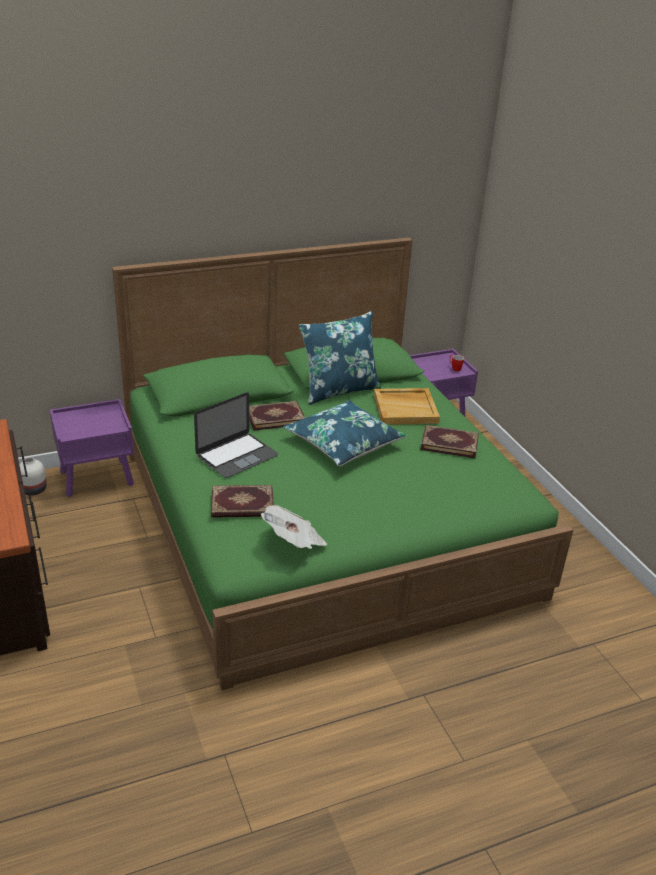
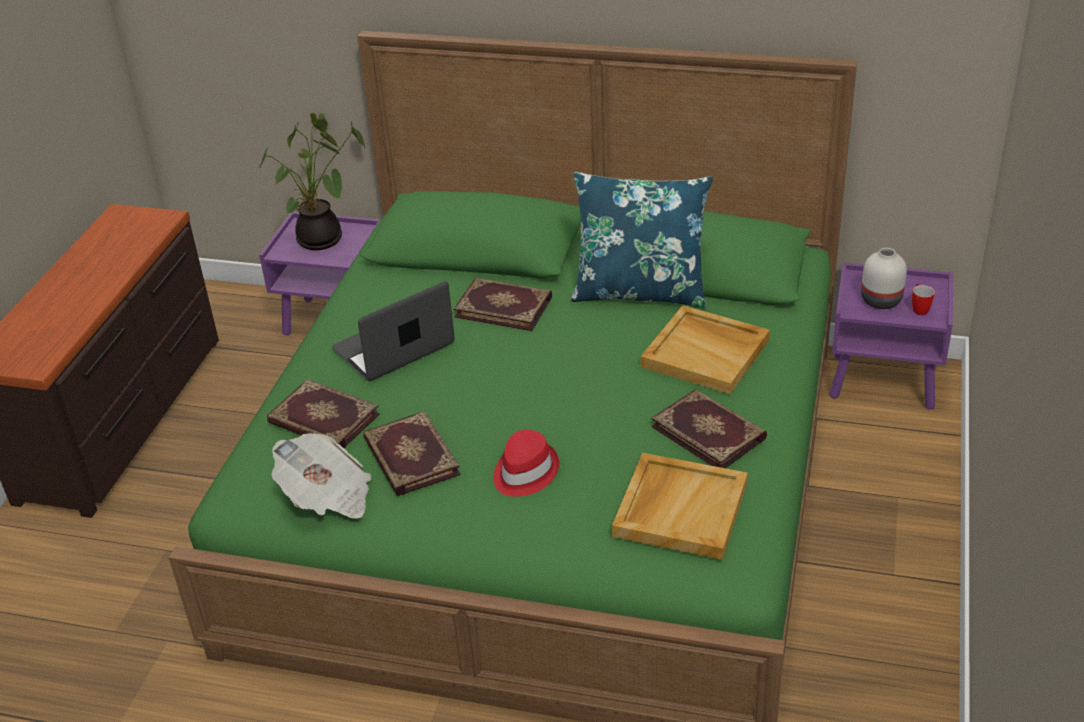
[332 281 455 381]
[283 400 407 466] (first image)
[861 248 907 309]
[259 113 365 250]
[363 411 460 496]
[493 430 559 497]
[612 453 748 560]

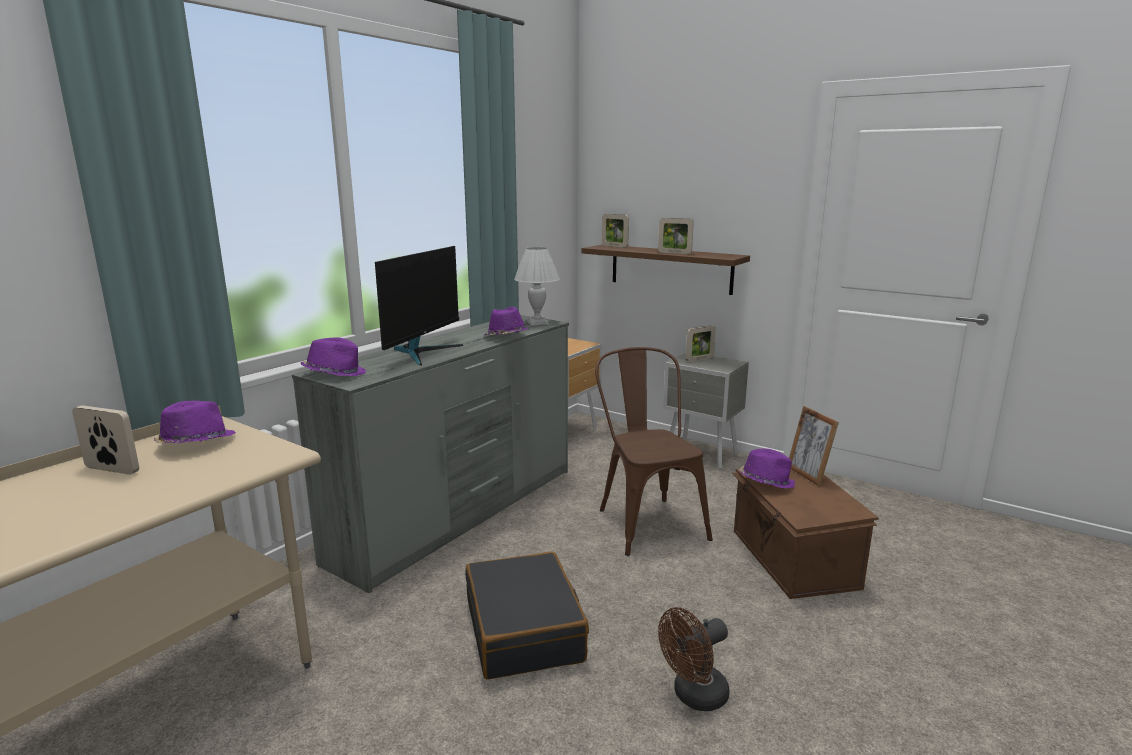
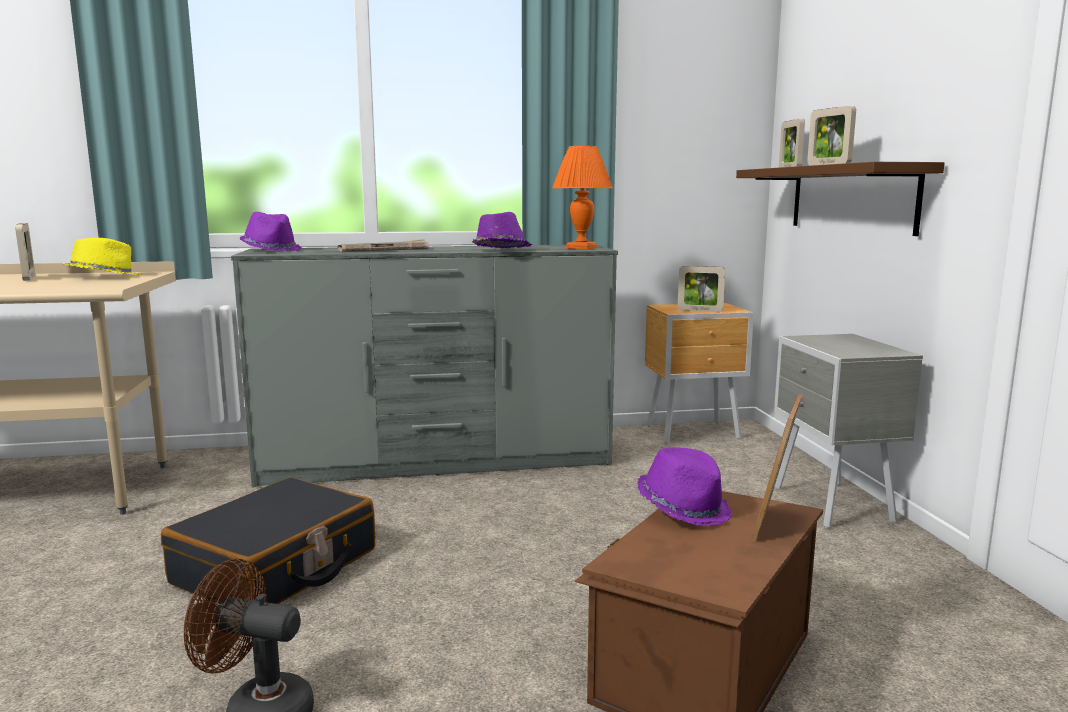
[338 239 429 252]
[552 146 613 249]
[678 266 725 312]
[595 347 713 556] (first image)
[63 238 141 275]

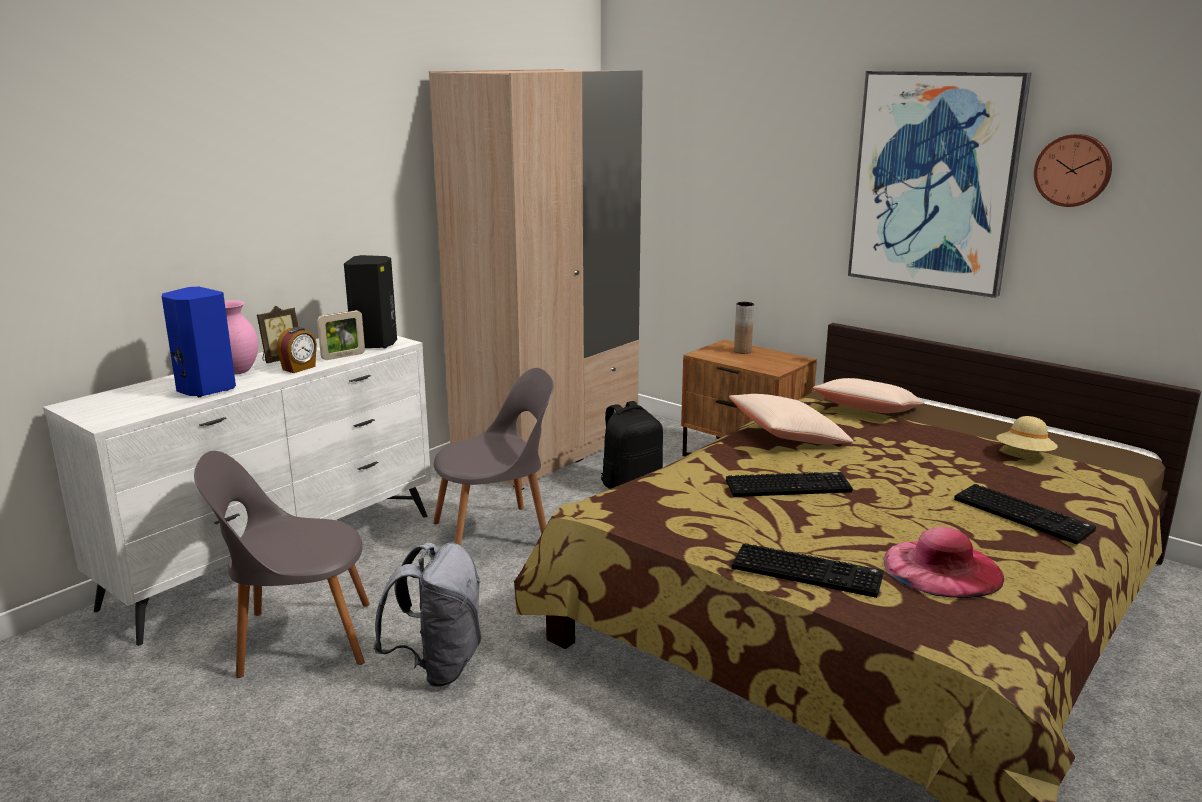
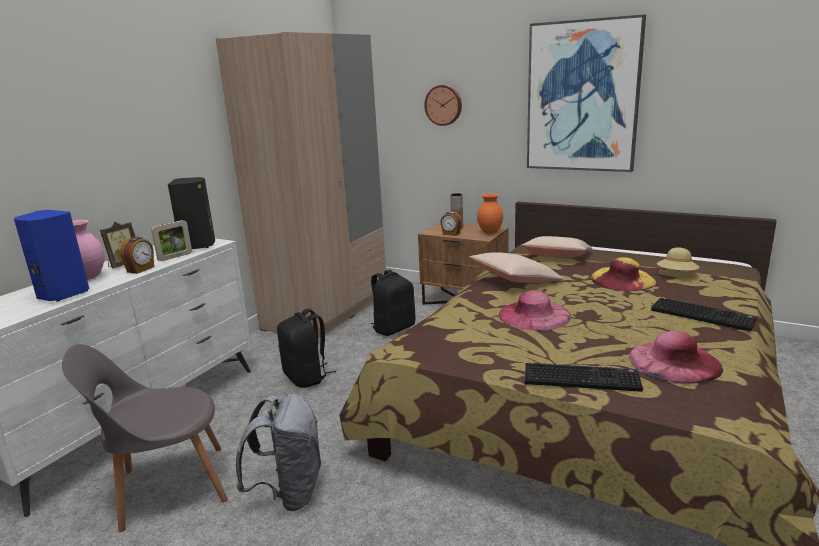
[424 85 462 126]
[277 309 336 388]
[499 290 571 330]
[477 193 503 234]
[440 211 462 236]
[591 257 656 291]

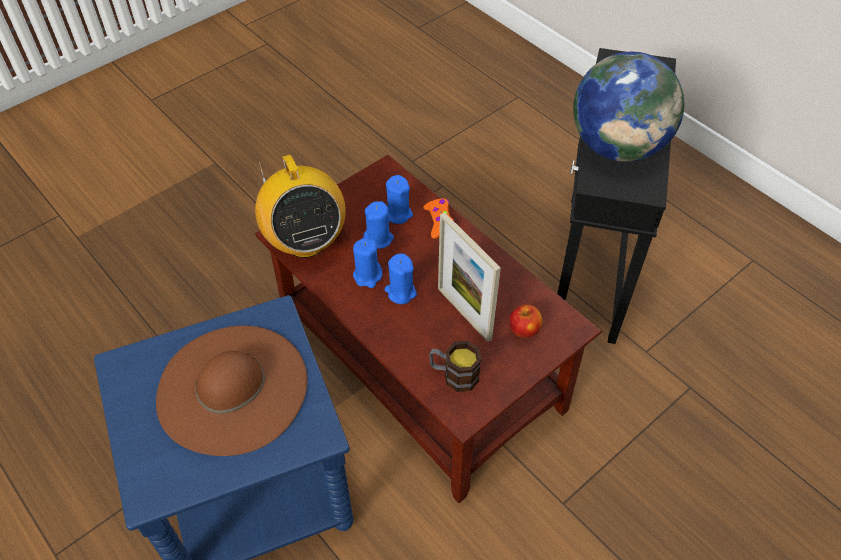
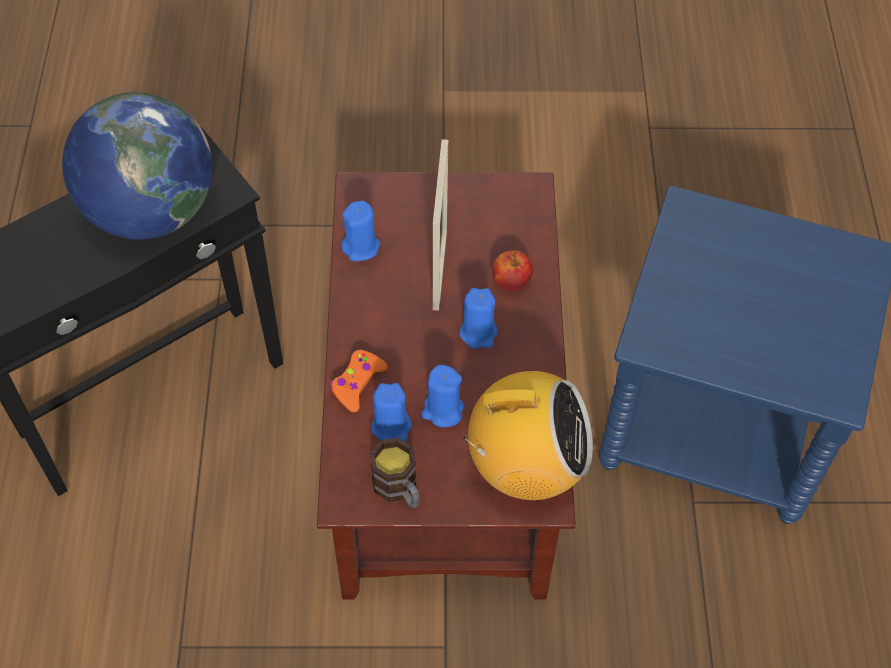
[463 371 593 500]
[341 200 380 261]
[492 250 533 291]
[156 326 307 456] (first image)
[370 438 419 508]

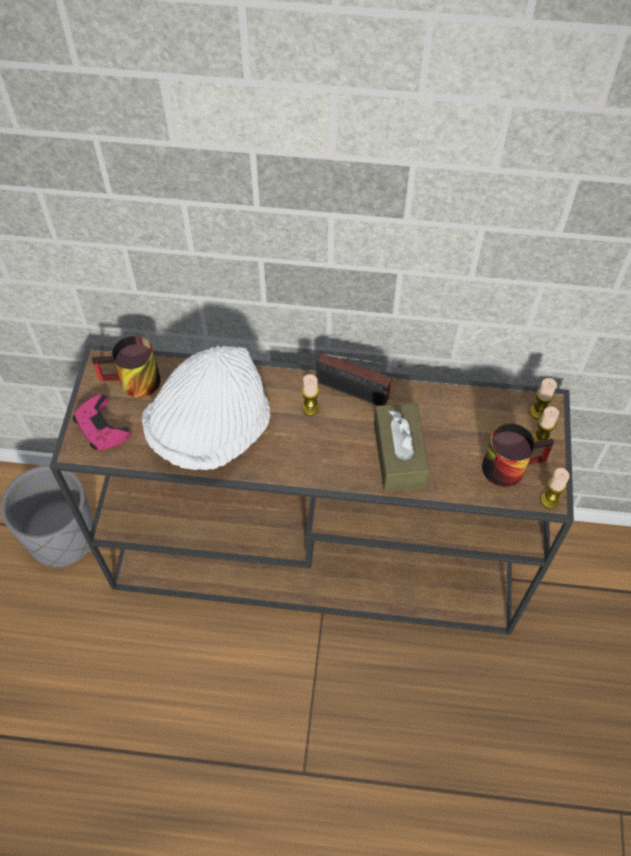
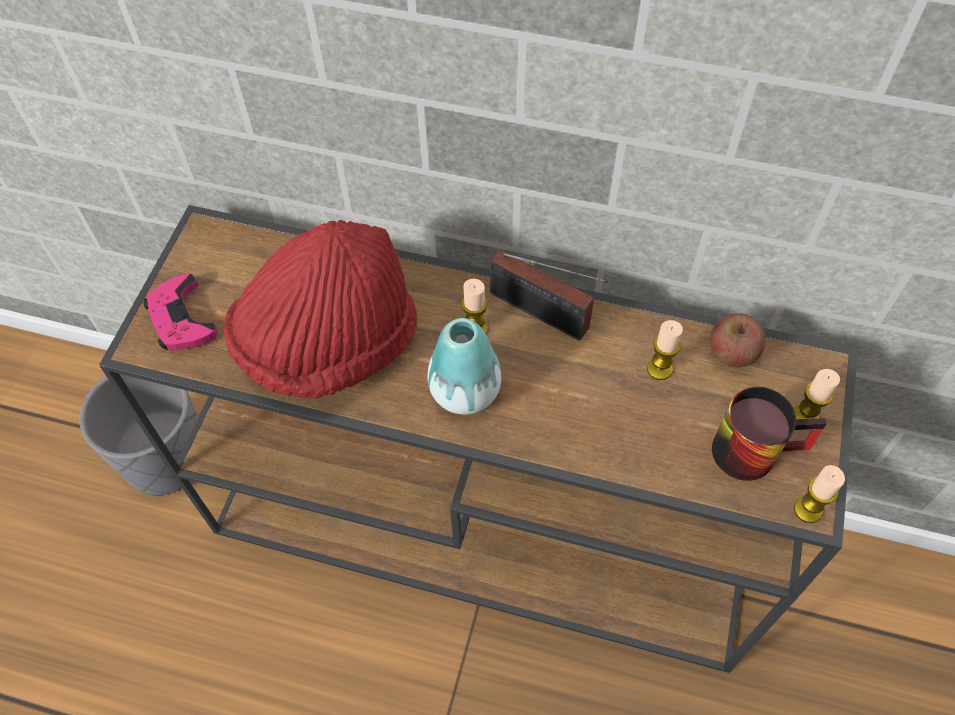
[92 336 161 398] (first image)
[224 220 417 399]
[647 320 683 380]
[374 403 430 492] (first image)
[710 313 766 367]
[427 318 501 415]

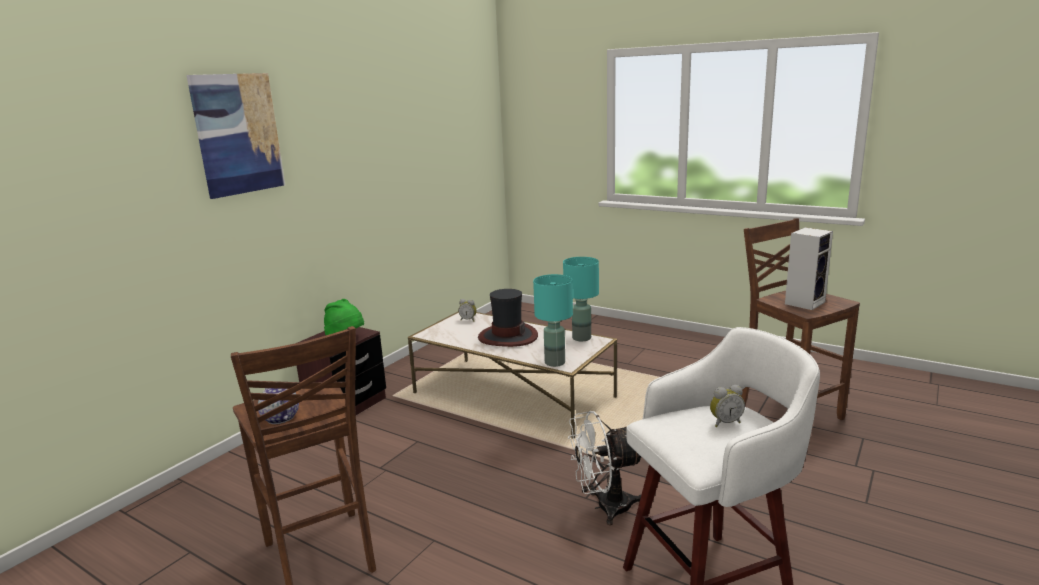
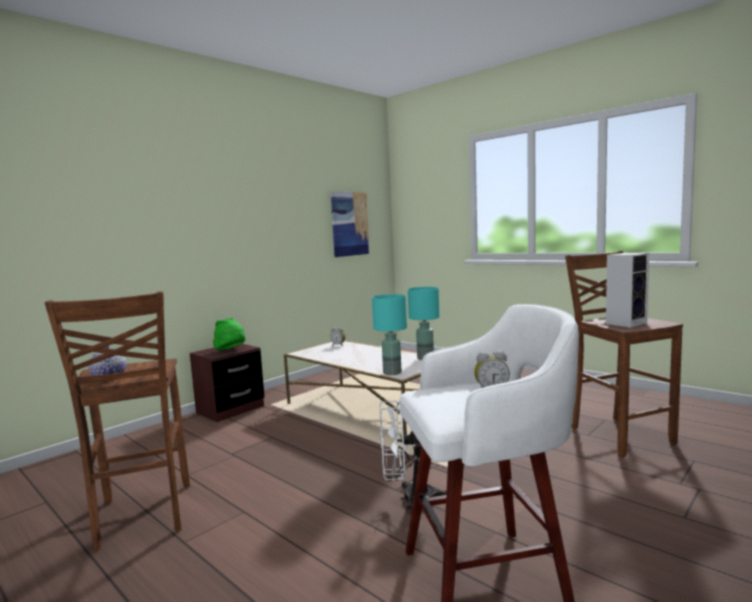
[331 192 370 257]
[478 289 538 347] (first image)

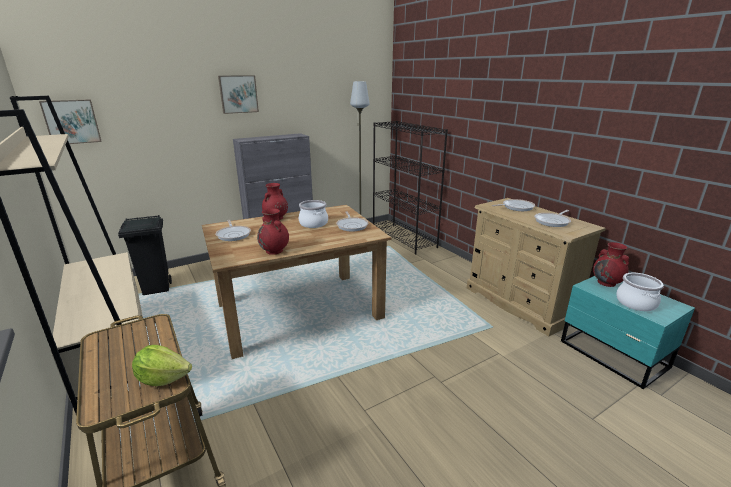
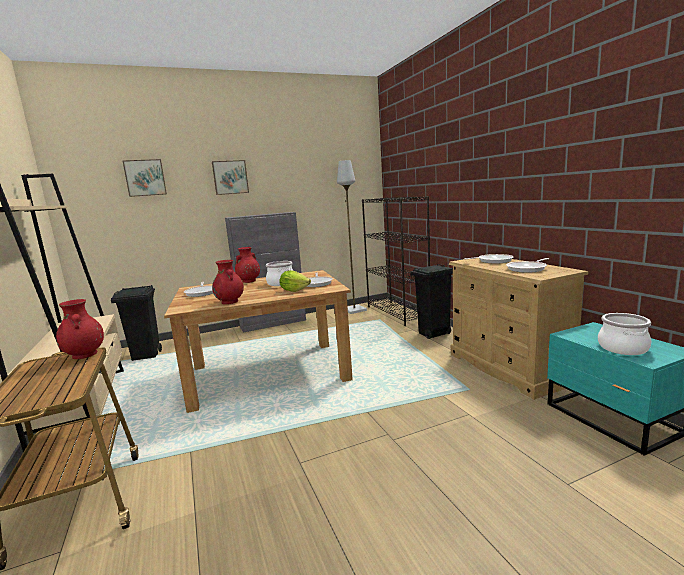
[123 159 167 197]
[56 299 104 359]
[280 270 311 292]
[410 264 453 339]

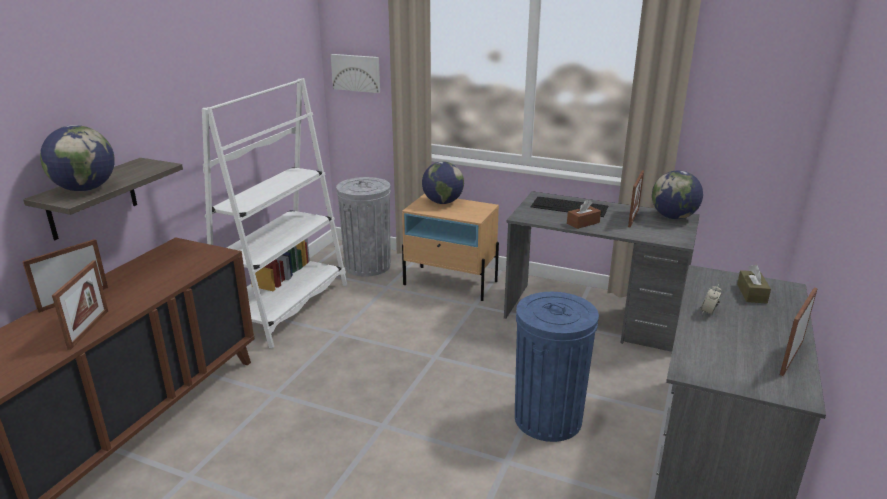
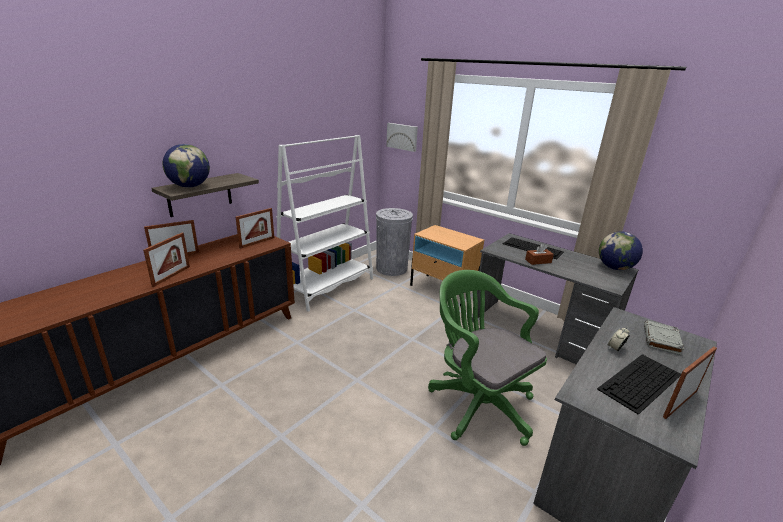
[422 161 464 204] (first image)
[236 208 274 249]
[644 320 684 355]
[428 270 547 446]
[597 354 681 415]

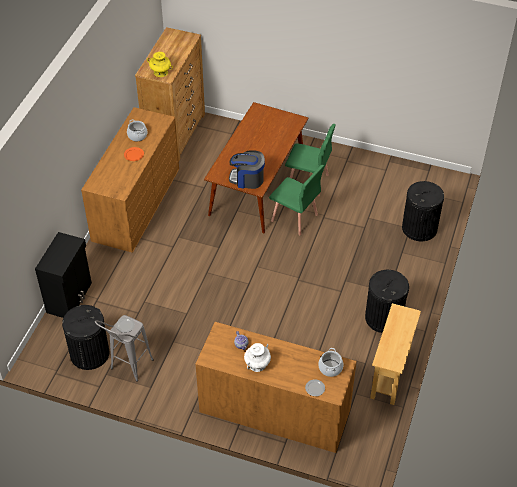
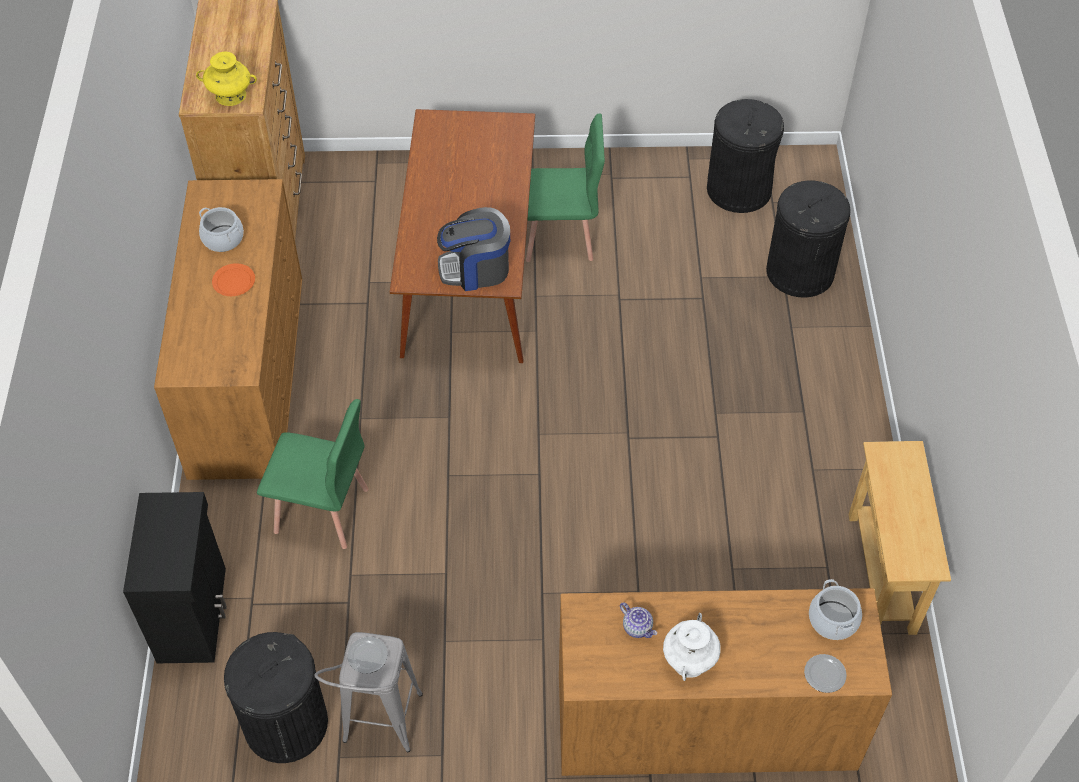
[257 399 369 549]
[707 99 784 213]

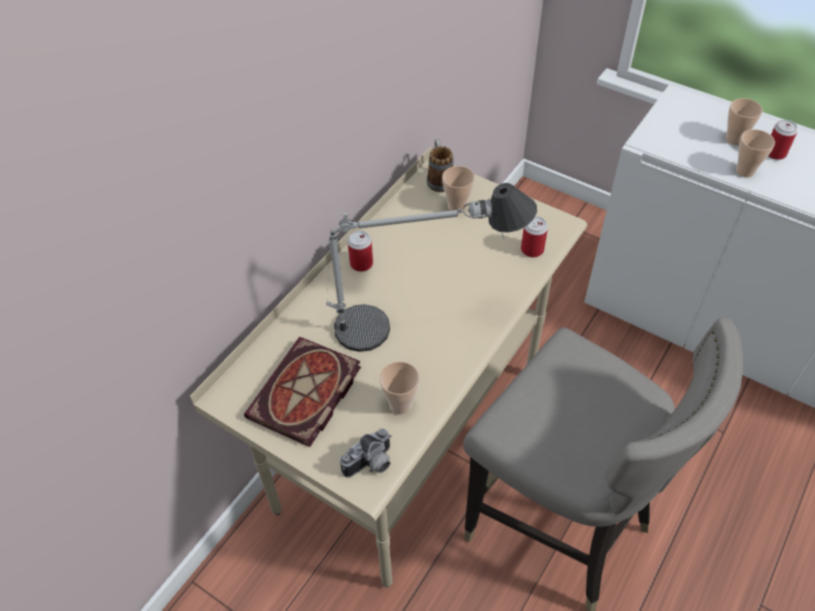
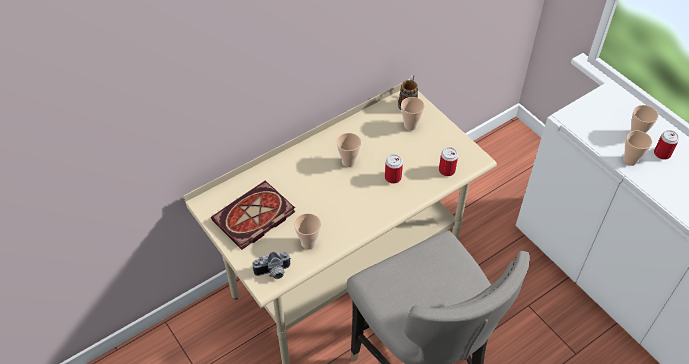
[326 183 537 352] (first image)
[385 154 403 184]
[337 133 361 167]

